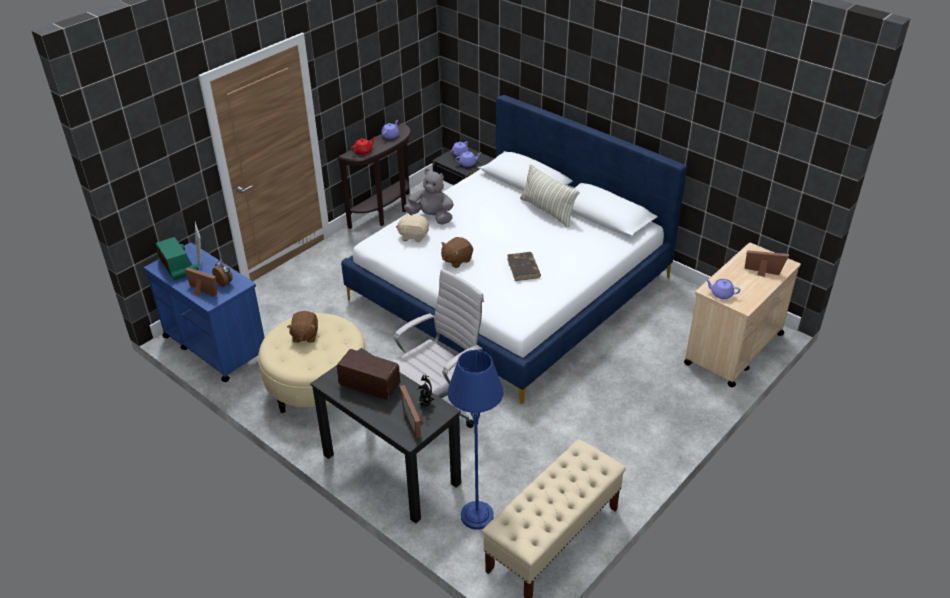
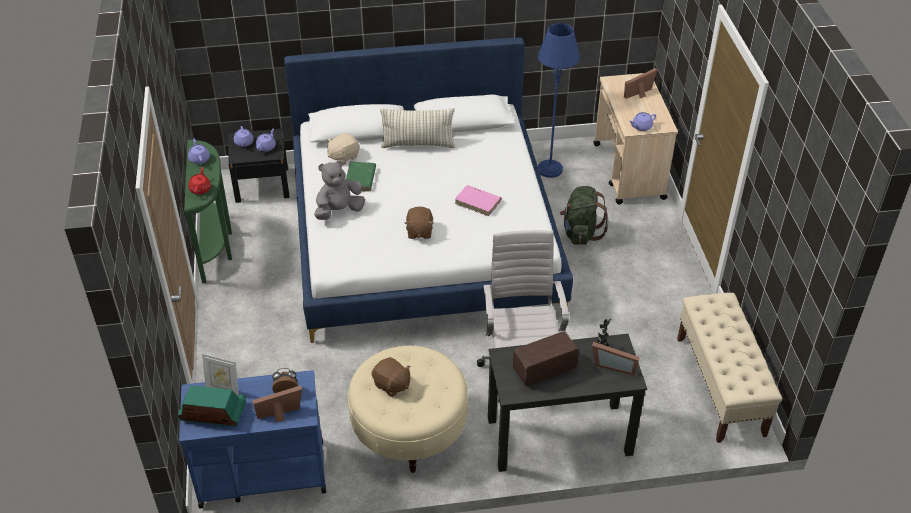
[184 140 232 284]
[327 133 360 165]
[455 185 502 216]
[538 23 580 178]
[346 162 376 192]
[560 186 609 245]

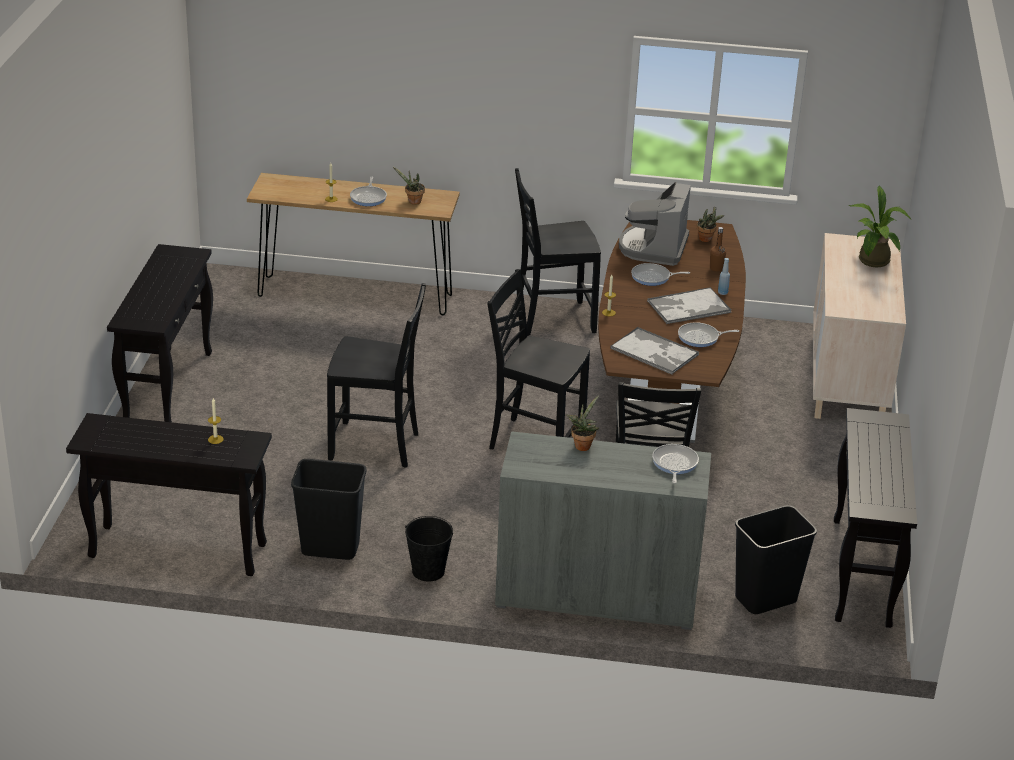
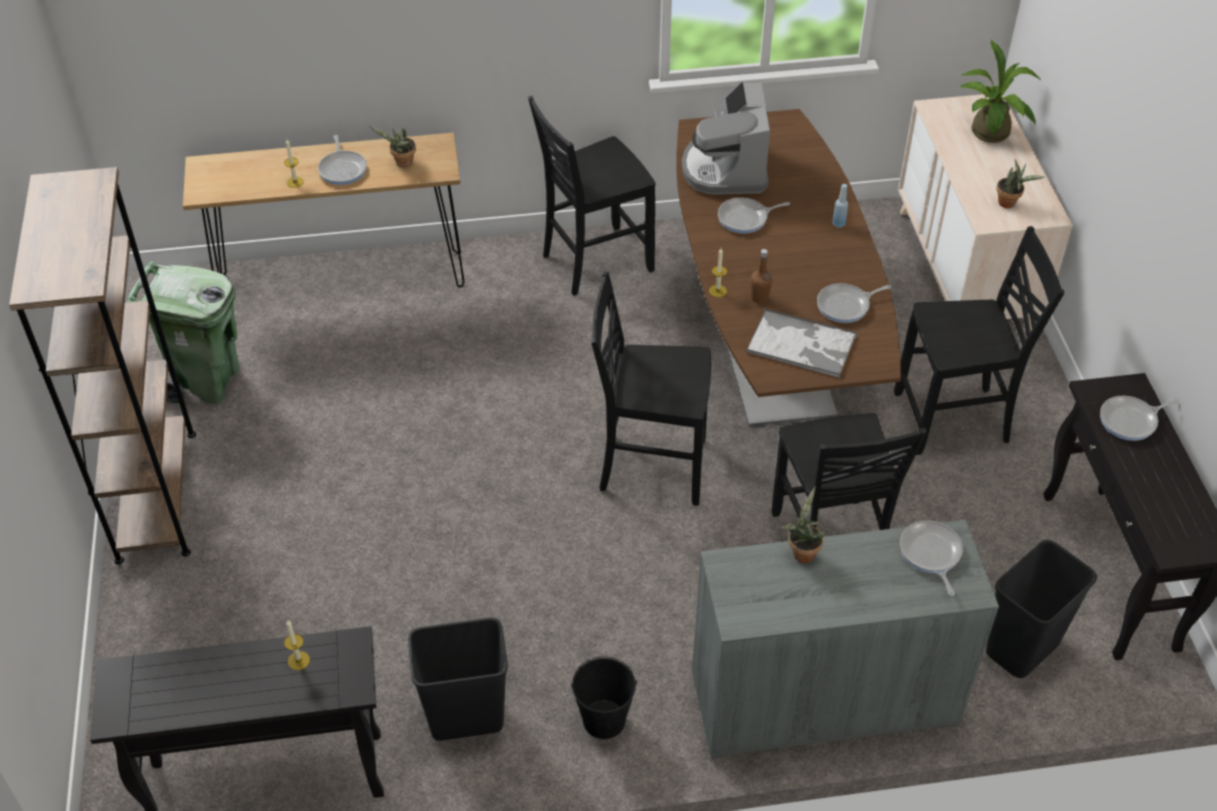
[996 160 1044 208]
[750 249 772 304]
[9 167 196 564]
[894 226 1064 455]
[647 287 731 324] (first image)
[126 262 240 404]
[1100 396 1179 441]

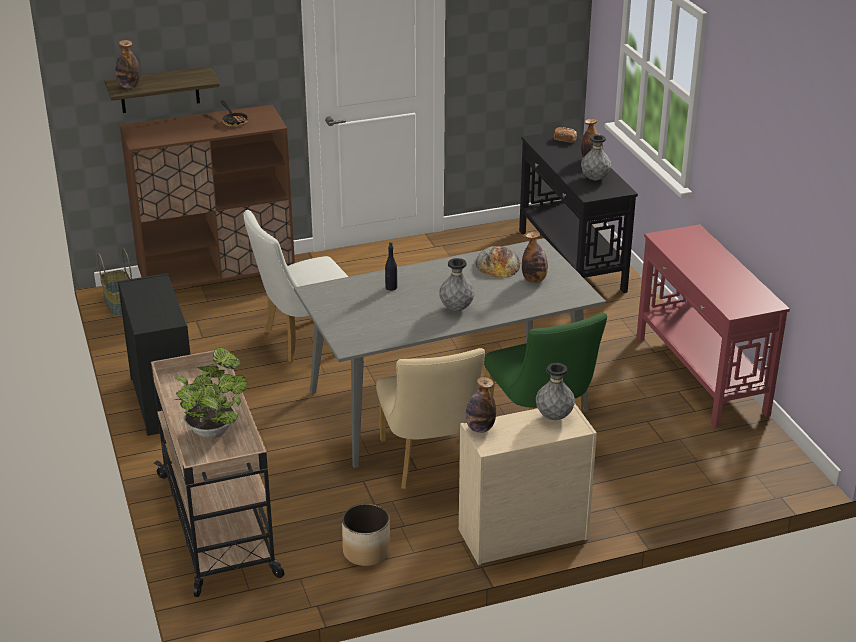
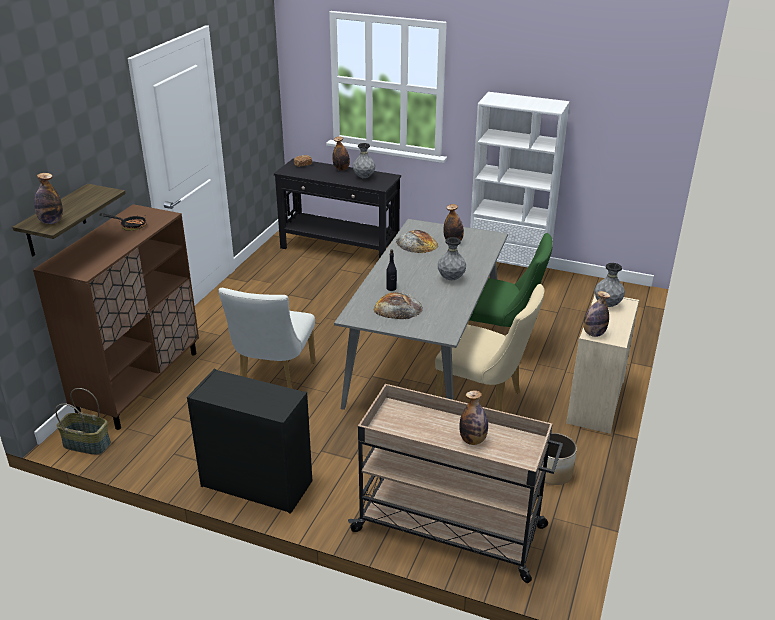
[470 92 570 267]
[459 390 488 445]
[374 292 423 319]

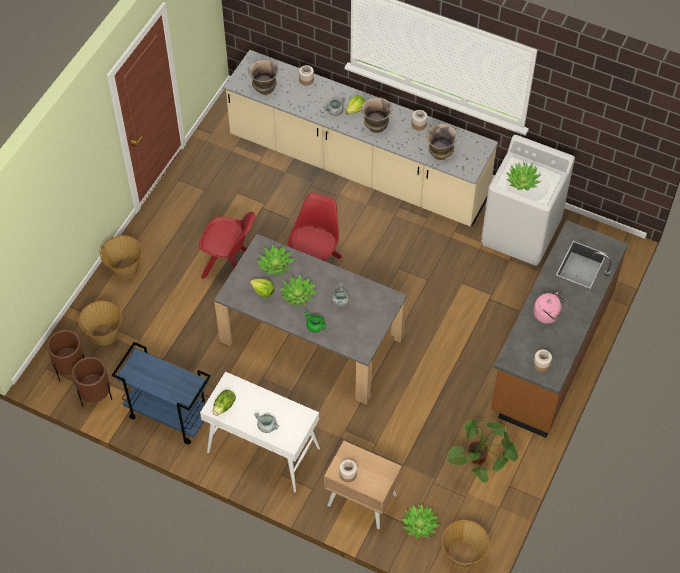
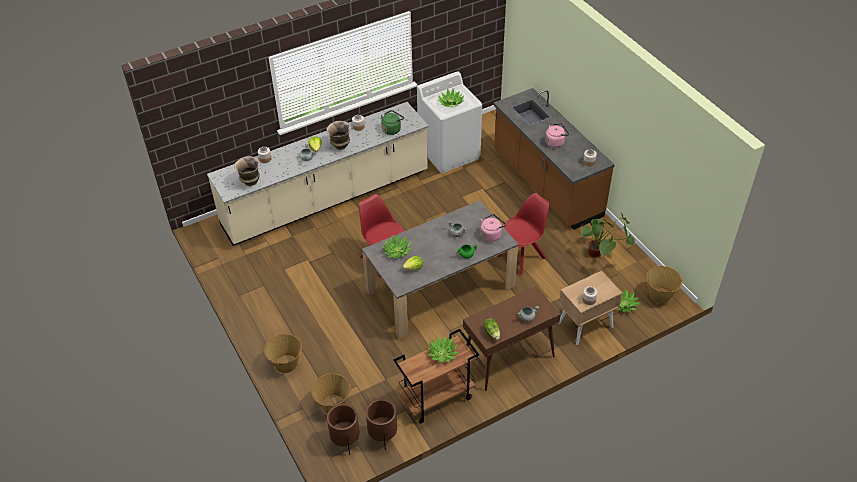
[381 110 404 135]
[497 193 550 275]
[427 337 459 363]
[393 329 479 424]
[463 286 561 391]
[481 214 506 242]

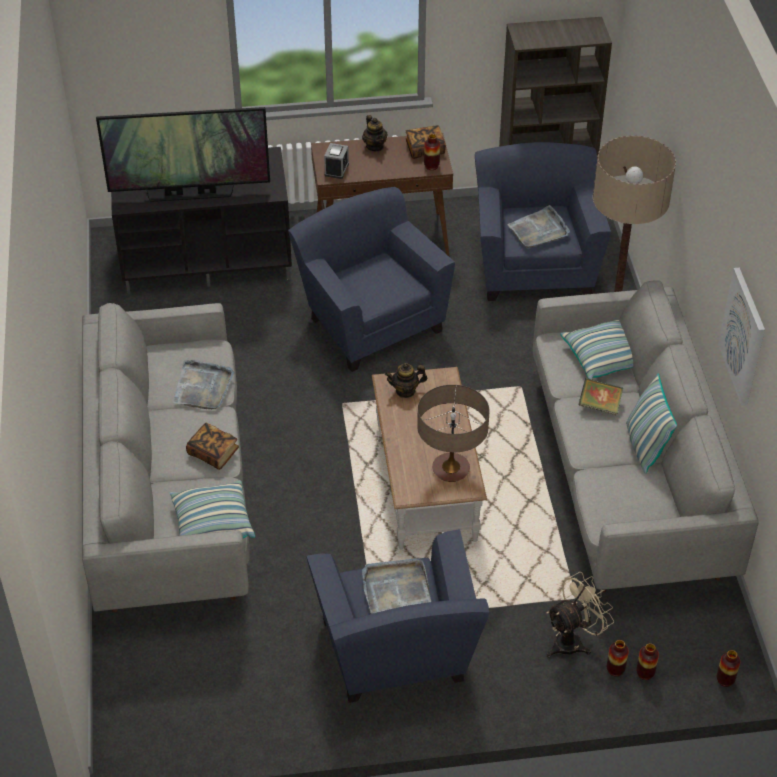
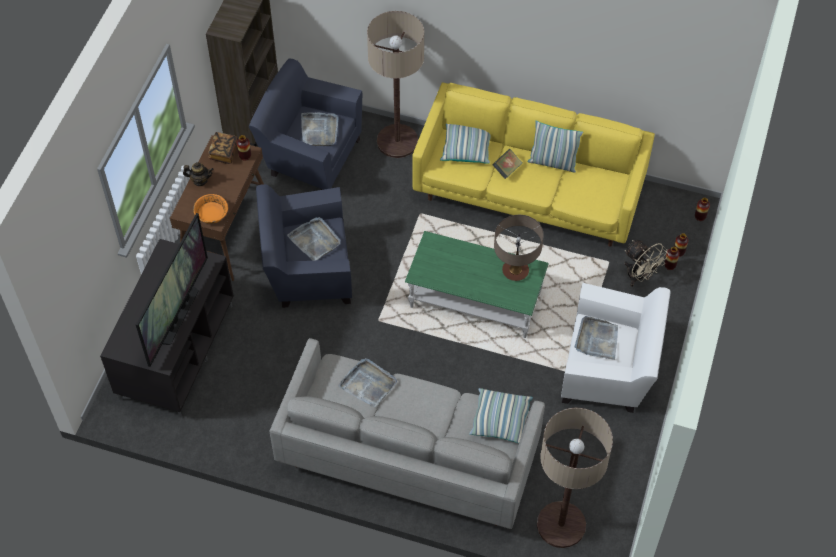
[193 194 228 224]
[718 268 765 406] (first image)
[412 83 655 247]
[385 363 427 398] (first image)
[405 231 549 338]
[186 423 239 470] (first image)
[561 283 671 413]
[624 240 669 287]
[287 217 341 261]
[537 408 613 548]

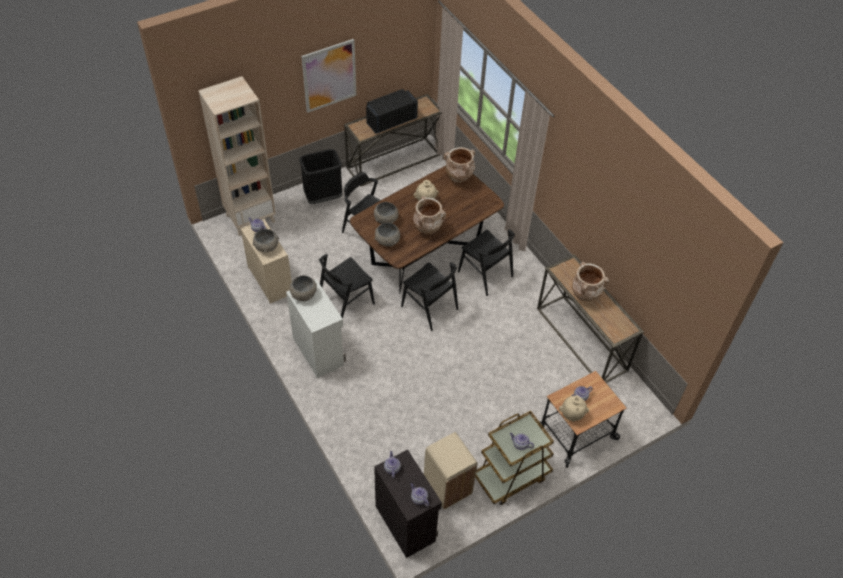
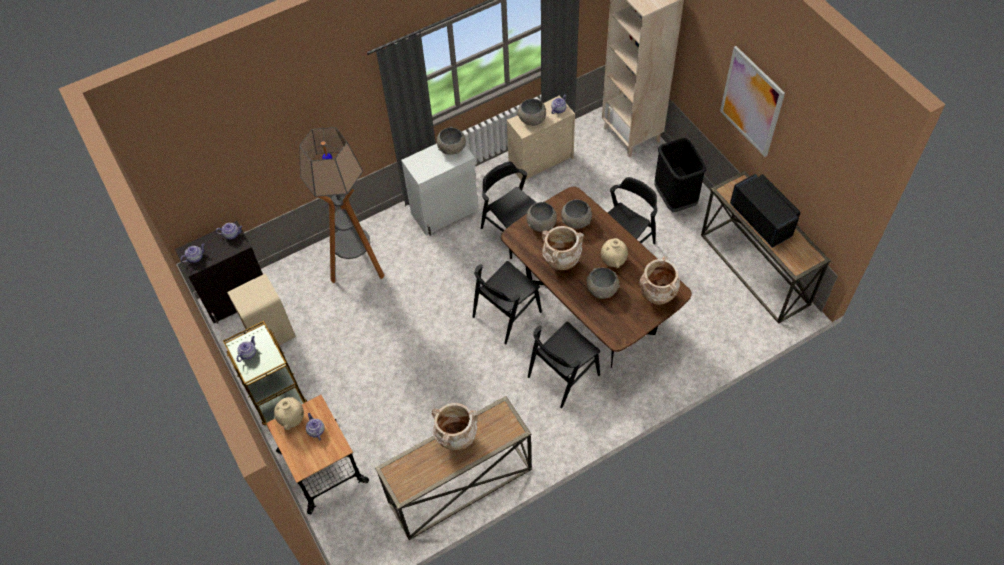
[300 127 385 283]
[587 267 620 299]

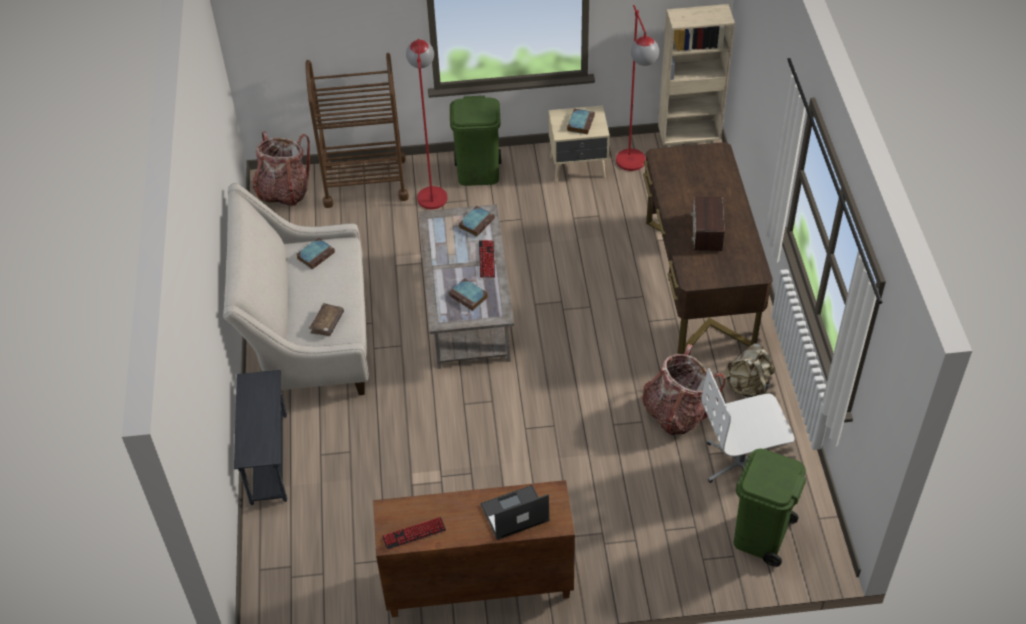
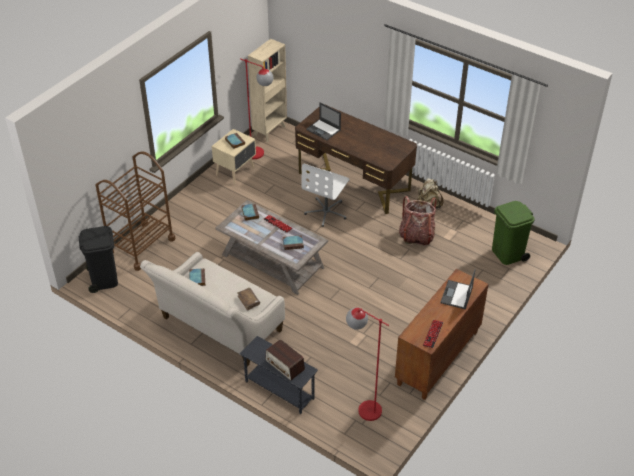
[346 307 389 421]
[450 96 501 186] (first image)
[79 226 118 293]
[265 339 305 380]
[301 164 350 227]
[306 102 341 140]

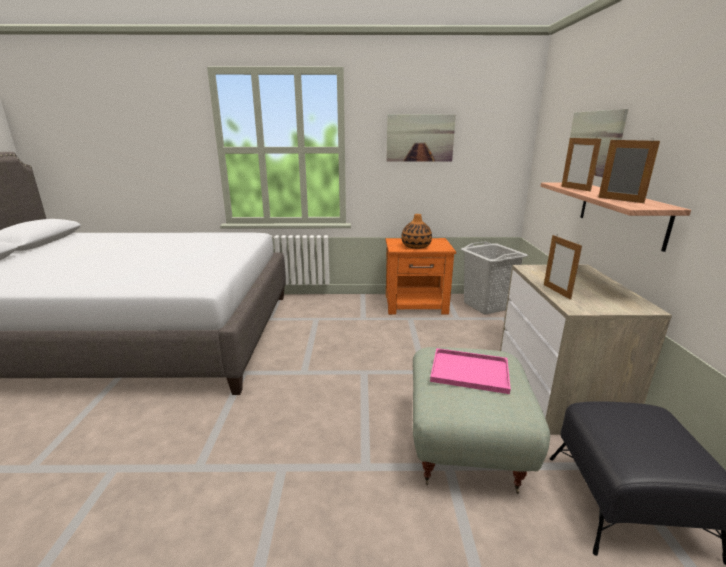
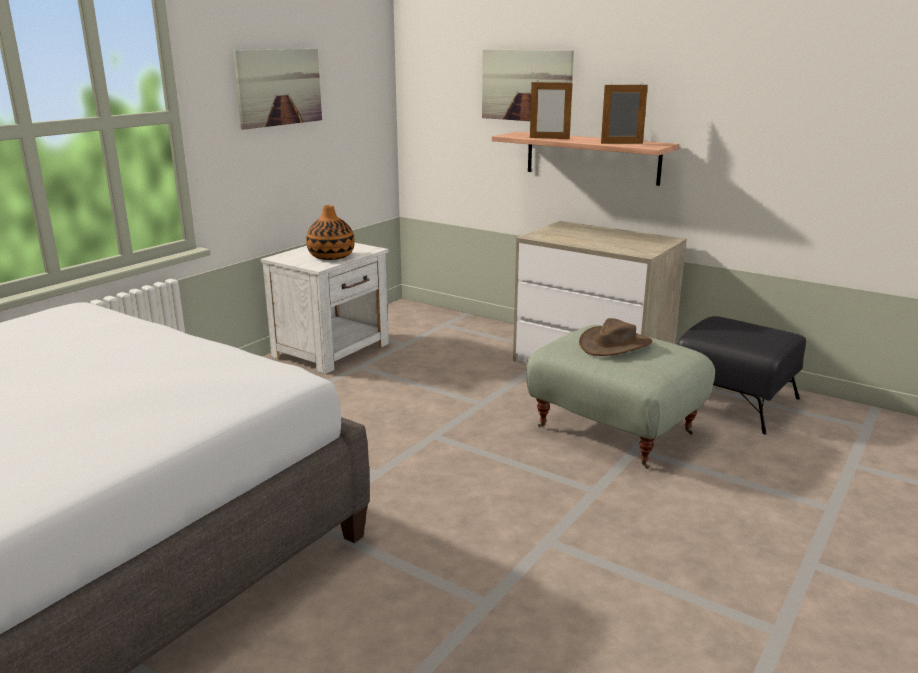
[544 235 582 300] (first image)
[261 243 389 374]
[461 241 528 315] (first image)
[579 318 652 356]

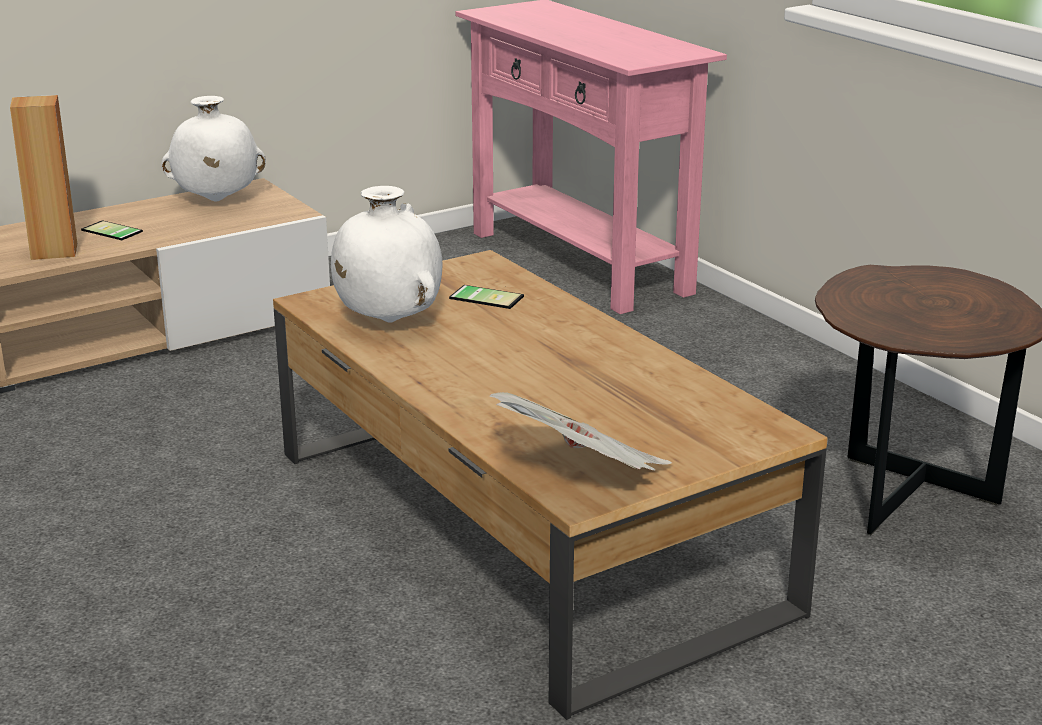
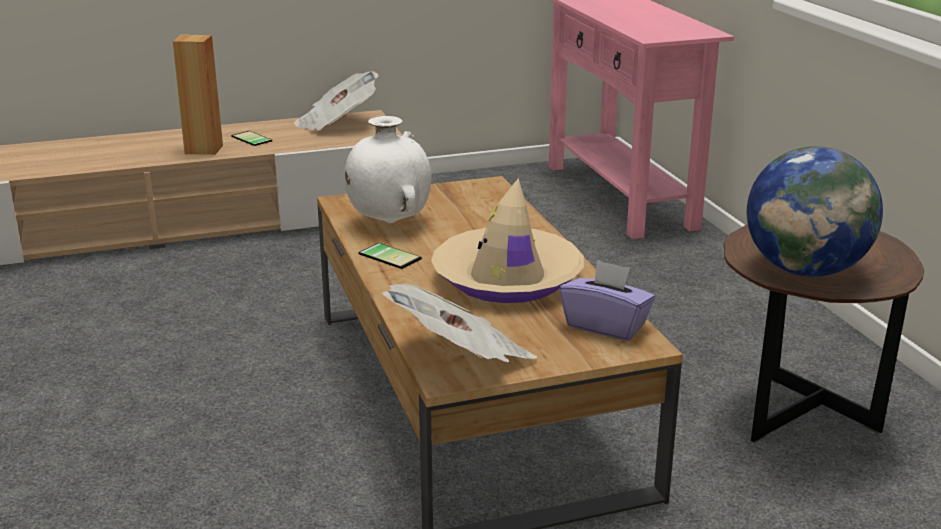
[294 71 379 131]
[359 243 422 269]
[747 146 883 277]
[431 178 584 303]
[559 260 655 341]

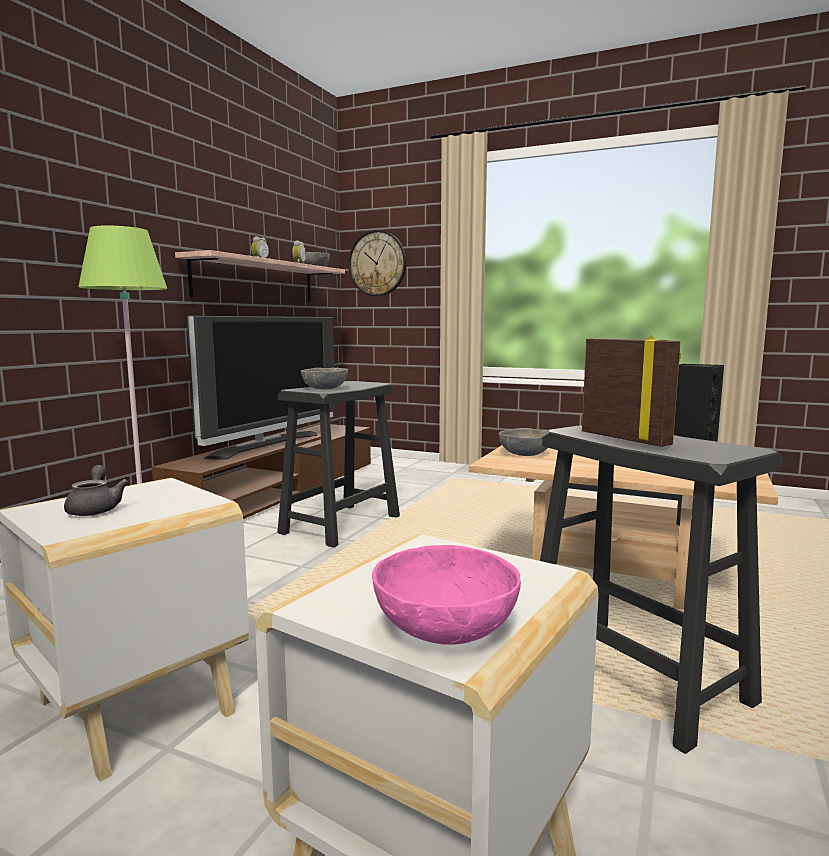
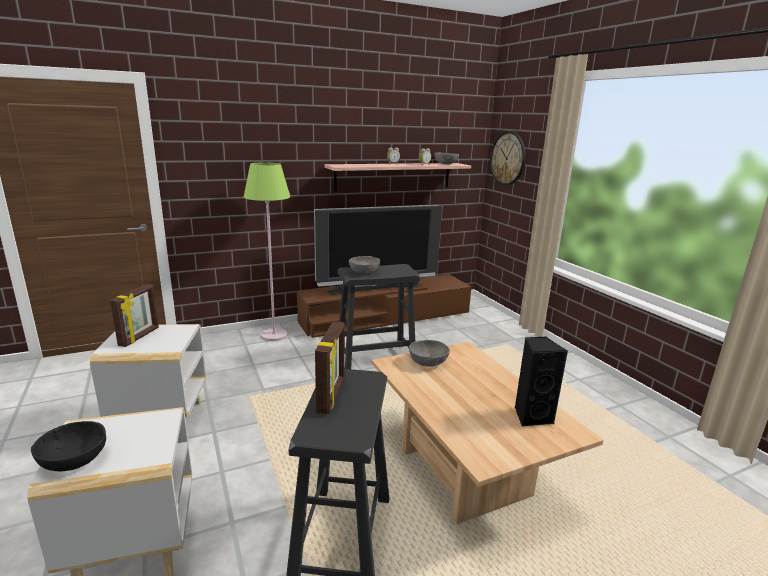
[110 284 159 347]
[31 421 106 471]

